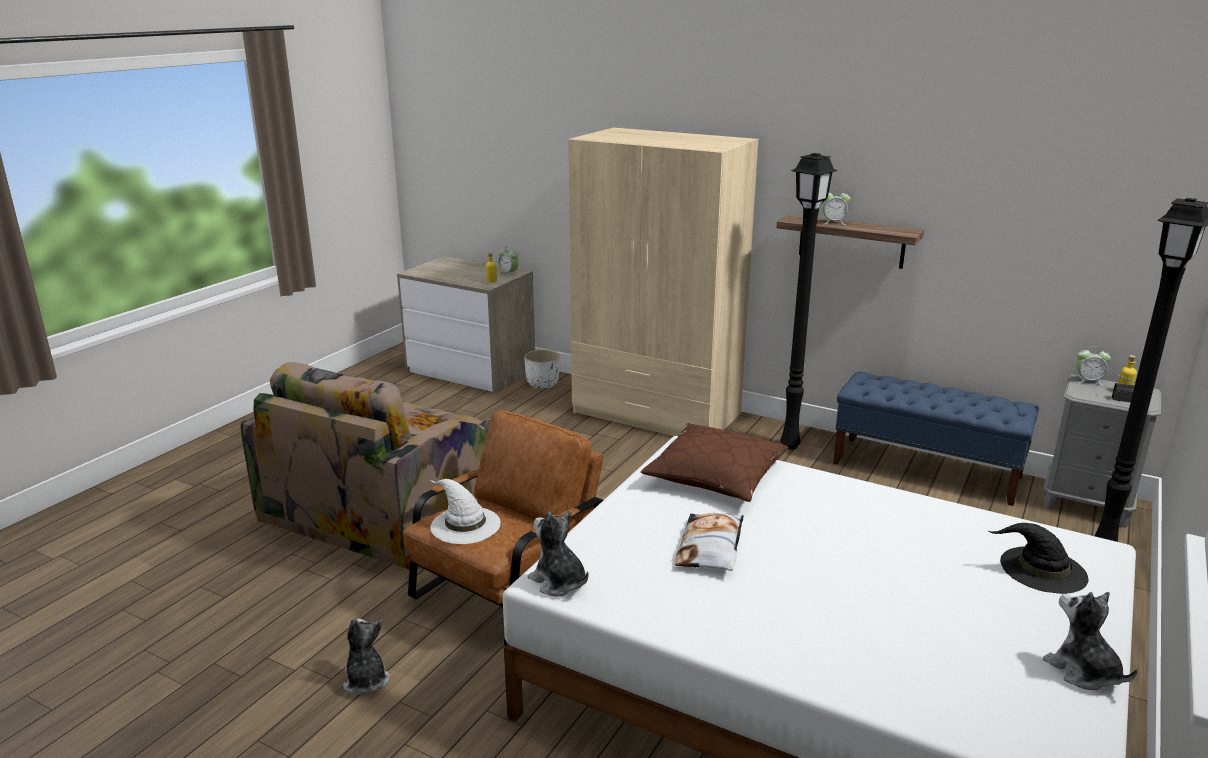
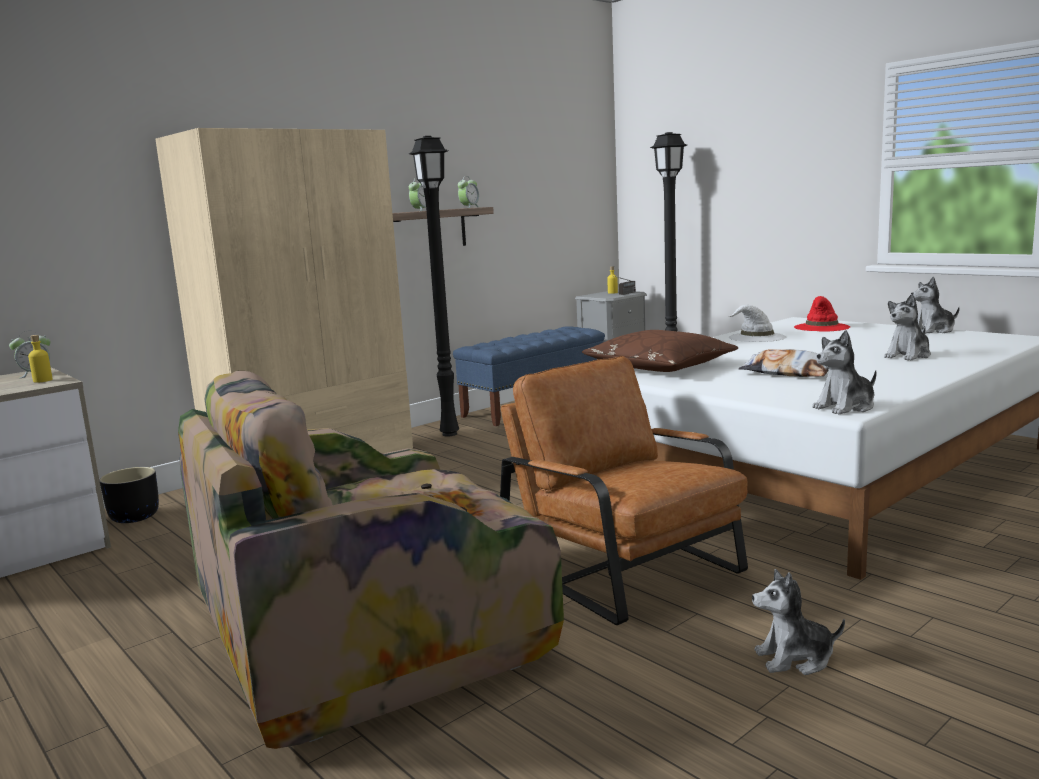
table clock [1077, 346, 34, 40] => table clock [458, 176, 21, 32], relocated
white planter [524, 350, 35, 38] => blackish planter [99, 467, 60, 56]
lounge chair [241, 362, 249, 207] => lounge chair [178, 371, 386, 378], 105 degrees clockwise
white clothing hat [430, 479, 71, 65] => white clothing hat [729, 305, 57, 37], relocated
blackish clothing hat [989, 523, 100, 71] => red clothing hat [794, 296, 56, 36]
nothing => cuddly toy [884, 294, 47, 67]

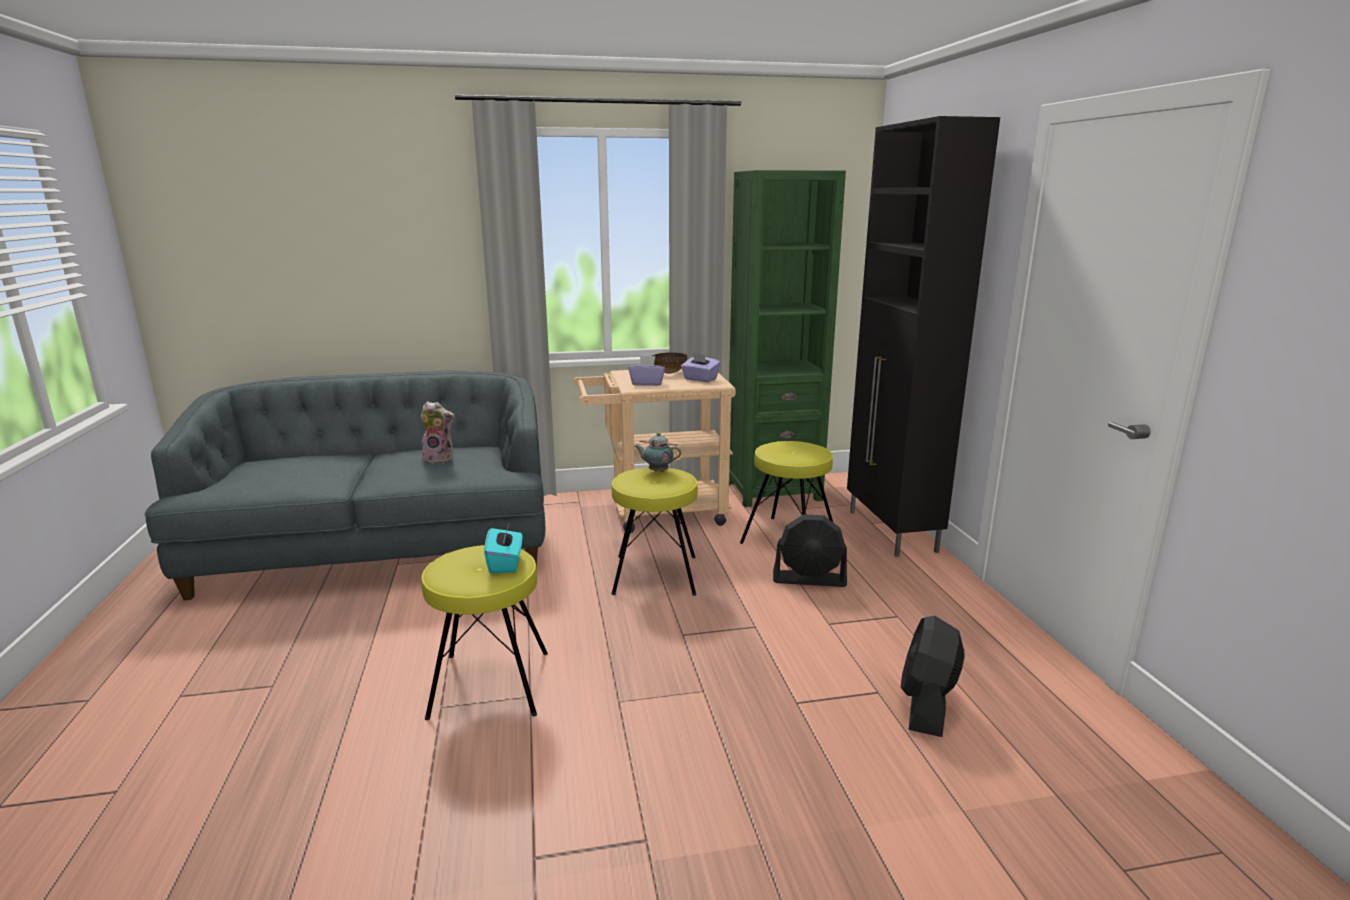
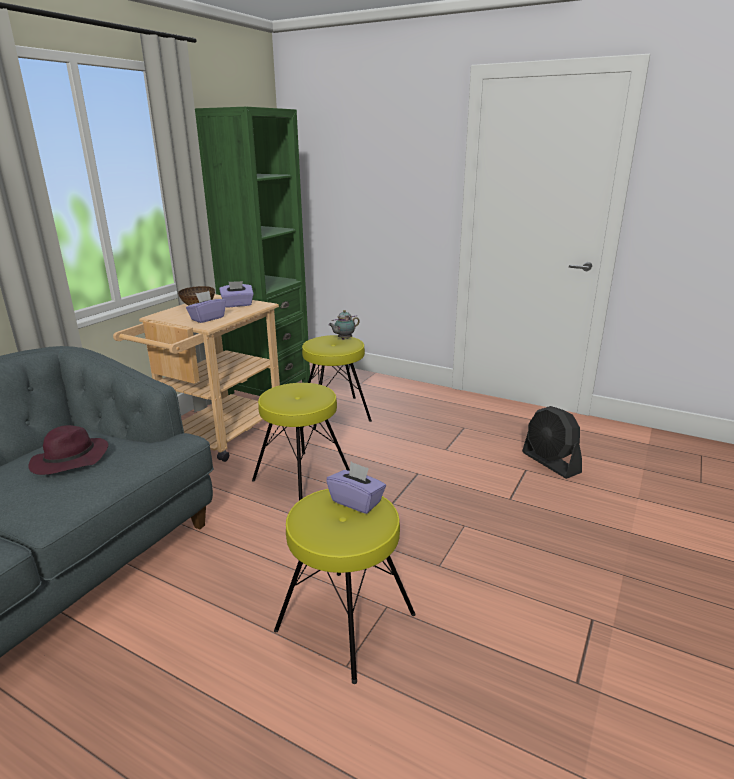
blackish cabinet [847, 116, 153, 441] => nothing
cuddly toy [421, 401, 34, 63] => purple-coloured clothing hat [28, 425, 81, 50]
pot for tea [635, 432, 46, 40] => pot for tea [328, 310, 32, 30], relocated
blackish fan [773, 514, 74, 73] => nothing
blue-green tissue holder [484, 523, 39, 51] => purple-coloured tissue holder [326, 462, 60, 52]

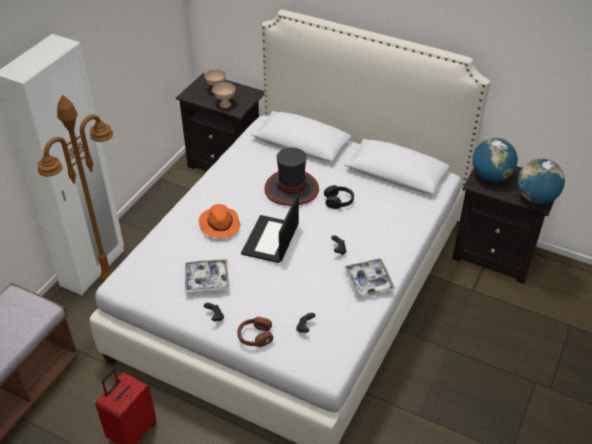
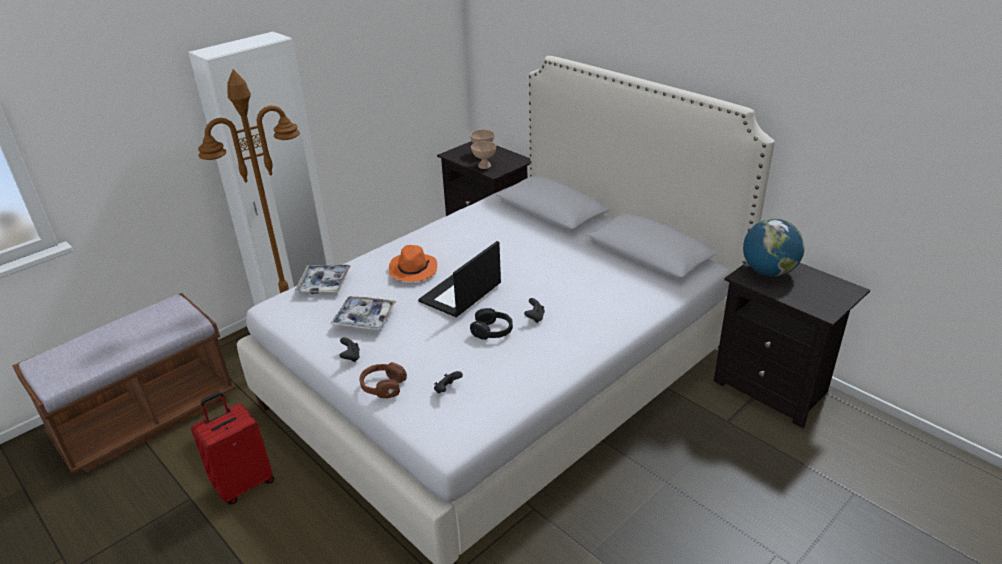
clothing hat [264, 147, 55, 59] => nothing
globe [517, 159, 48, 45] => nothing
blackish headphones [324, 185, 30, 24] => blackish headphones [470, 308, 43, 32], relocated
carrying tray [344, 259, 51, 38] => carrying tray [295, 265, 56, 29], relocated

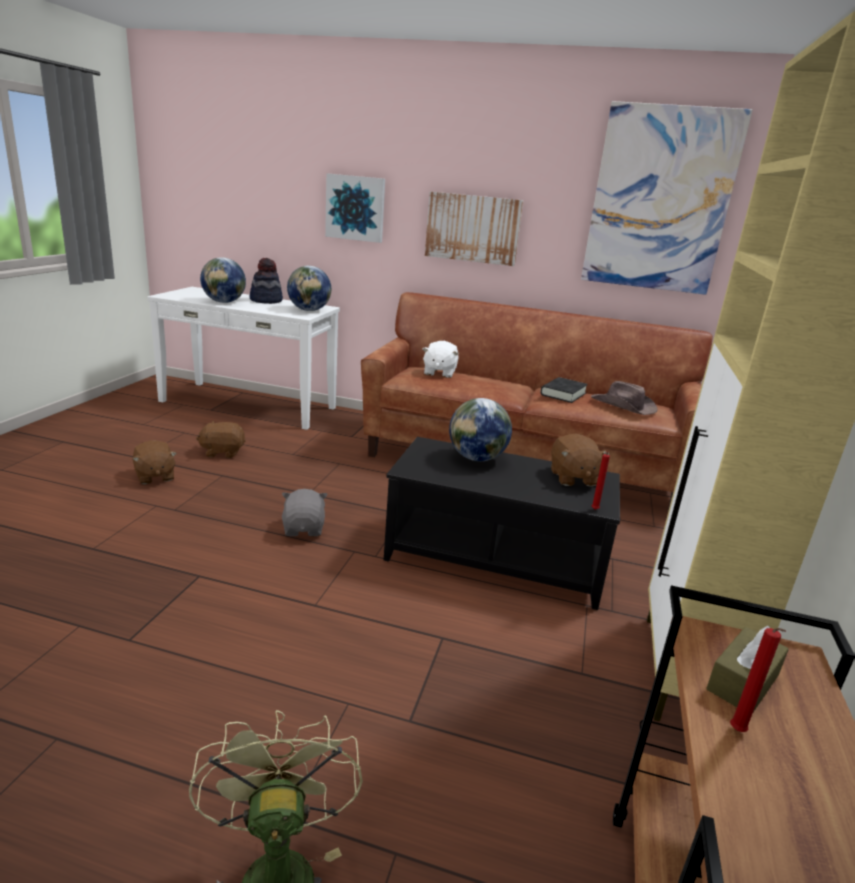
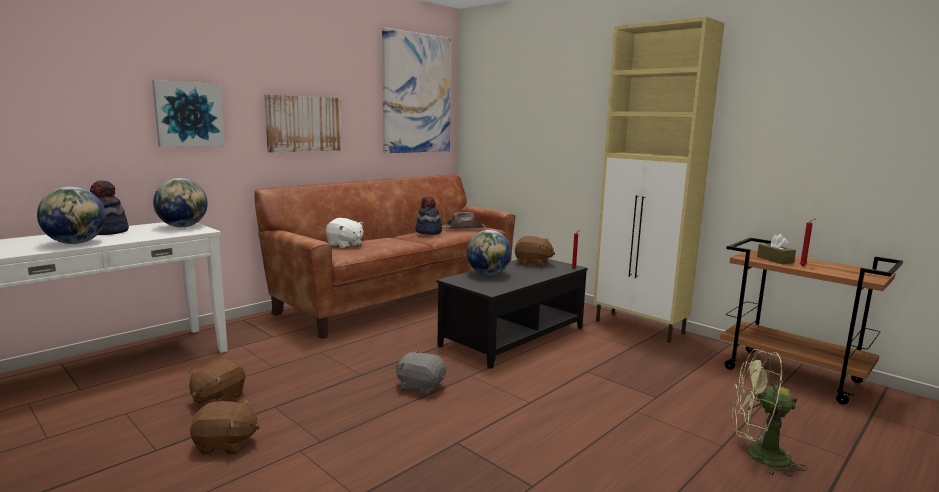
blackish book [540, 377, 48, 26] => clothing hat [416, 196, 26, 39]

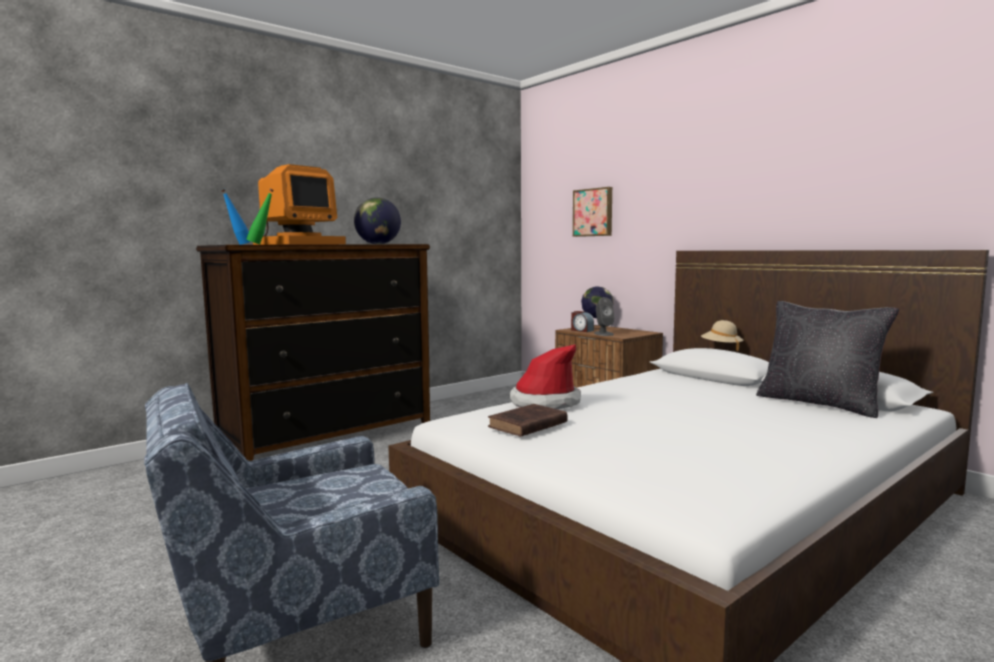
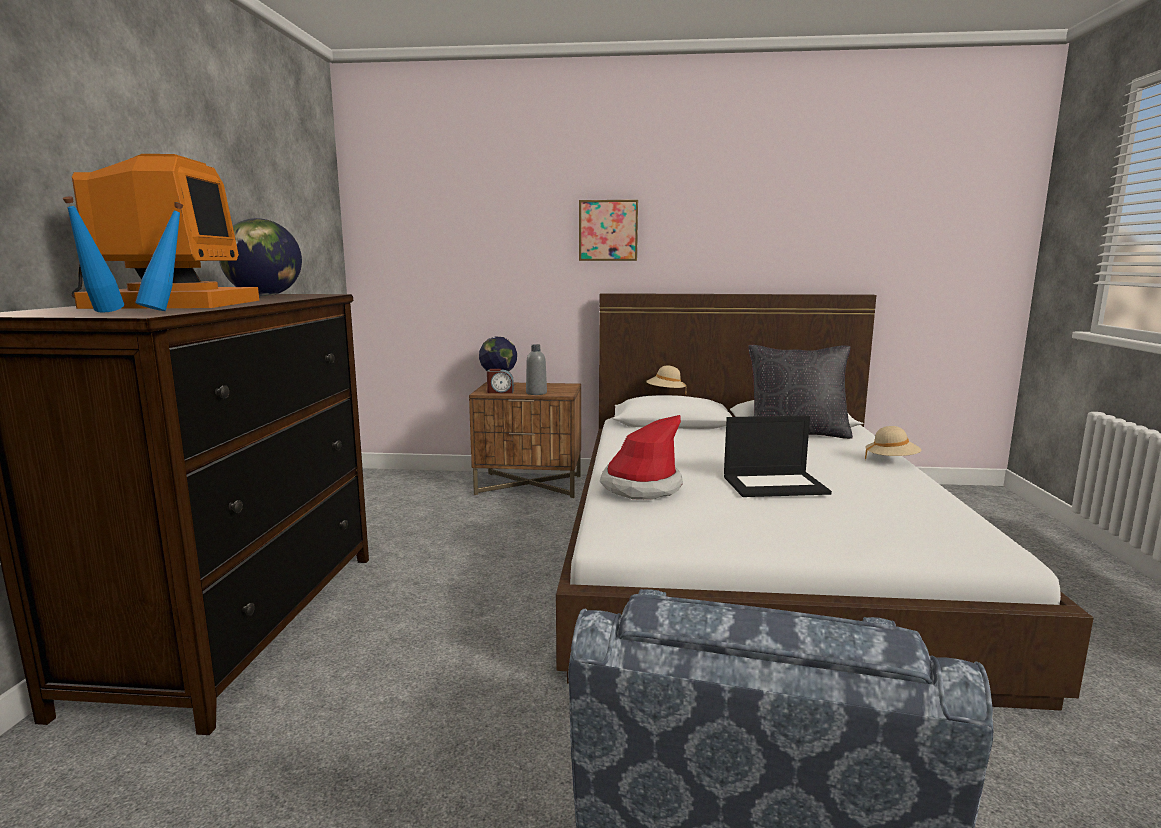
picture [573, 187, 39, 50] => picture [579, 200, 59, 61], relocated
green beverage bottle [246, 189, 28, 55] => blue-coloured beverage bottle [135, 202, 48, 109]
gray loudspeaker [594, 297, 21, 39] => gray beverage bottle [526, 344, 21, 51]
brown book [488, 404, 80, 33] => nothing
nothing => notebook computer [724, 415, 108, 82]
nothing => beige clothing hat [865, 426, 57, 35]

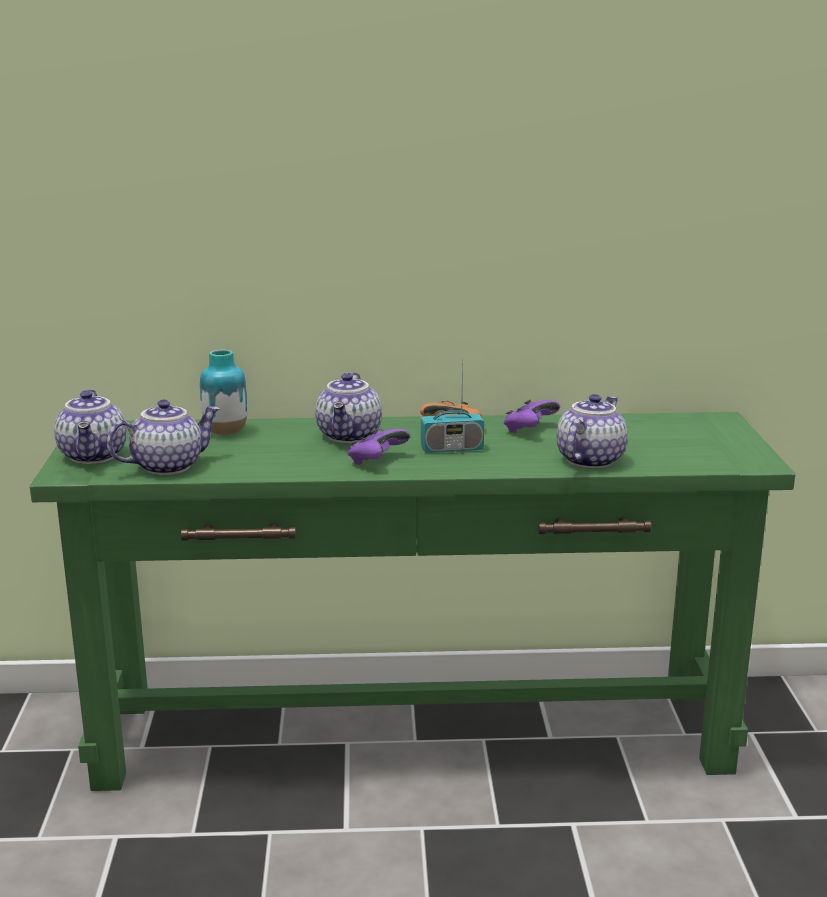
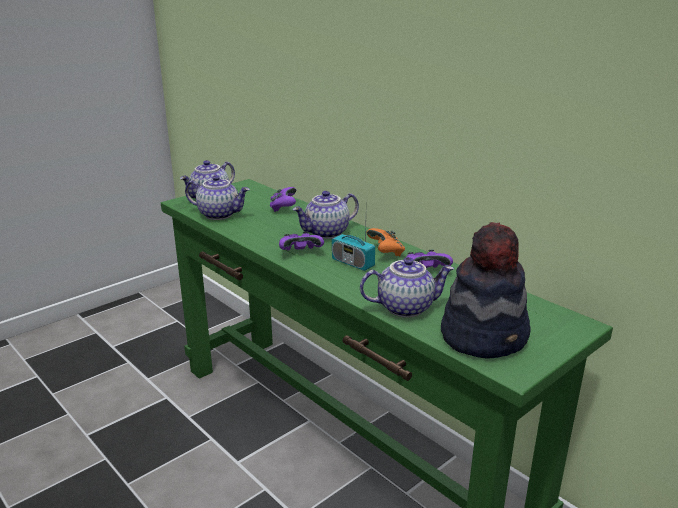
decorative vase [200, 349, 47, 86] => purple-coloured game controller [270, 187, 26, 25]
nothing => clothing hat [441, 222, 90, 137]

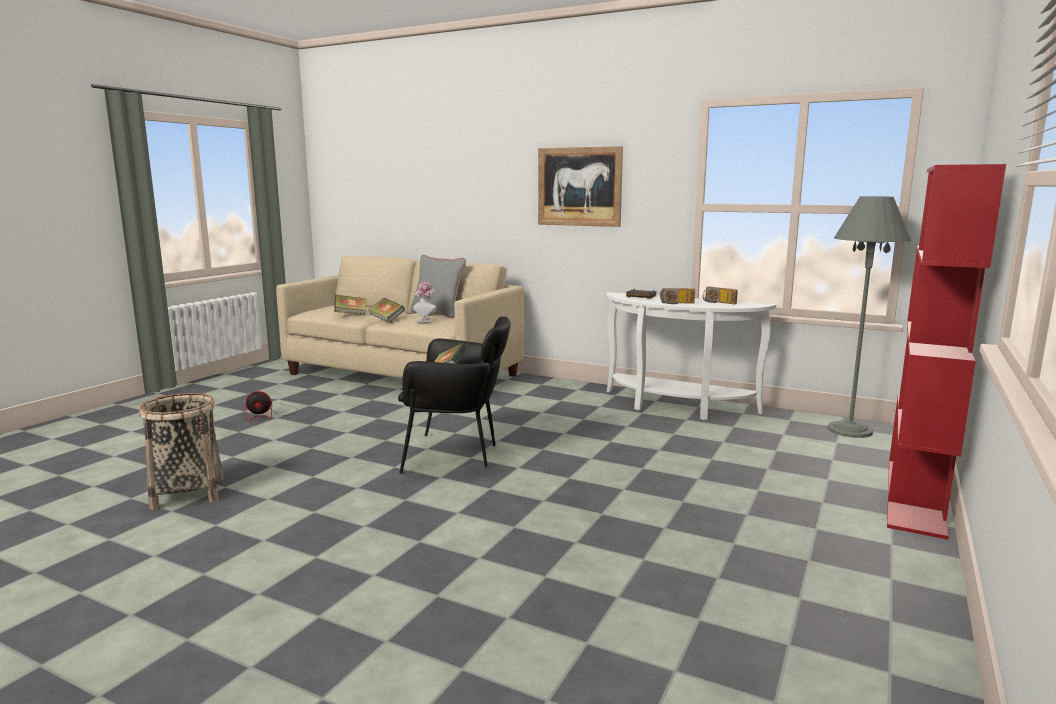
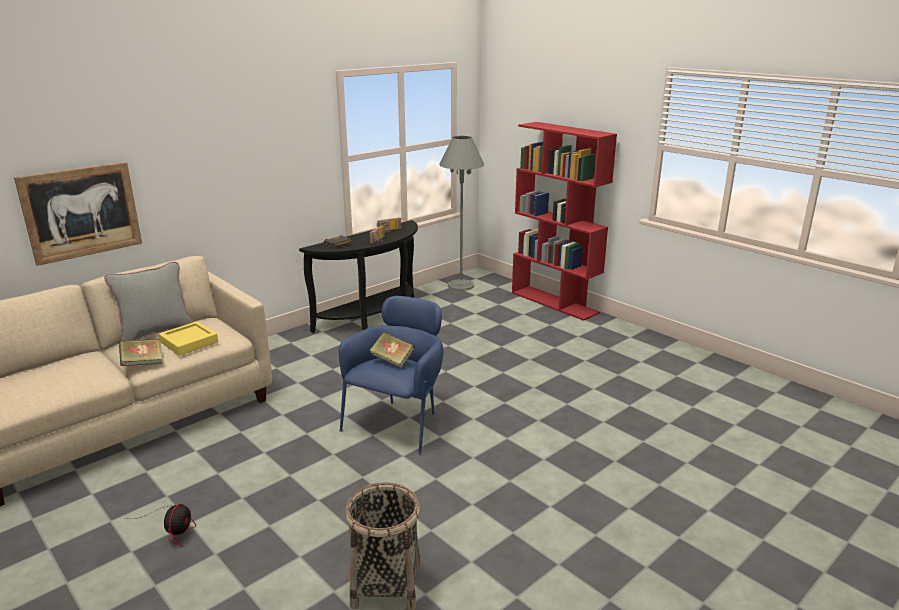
picture [538, 146, 85, 81] => picture [14, 162, 128, 104], relocated
clothing hat [413, 282, 24, 41] => yellow carrying tray [159, 321, 59, 35]
white narrow table [606, 292, 170, 128] => blackish narrow table [299, 220, 119, 113]
book [334, 295, 32, 20] => nothing
blackish lounge chair [398, 316, 112, 158] => blue-coloured lounge chair [339, 296, 104, 158]

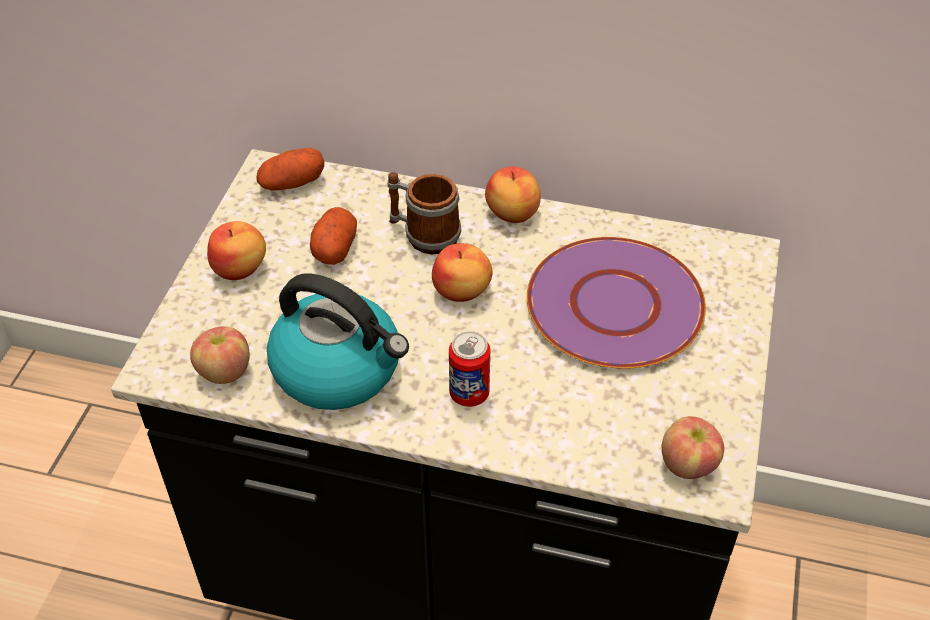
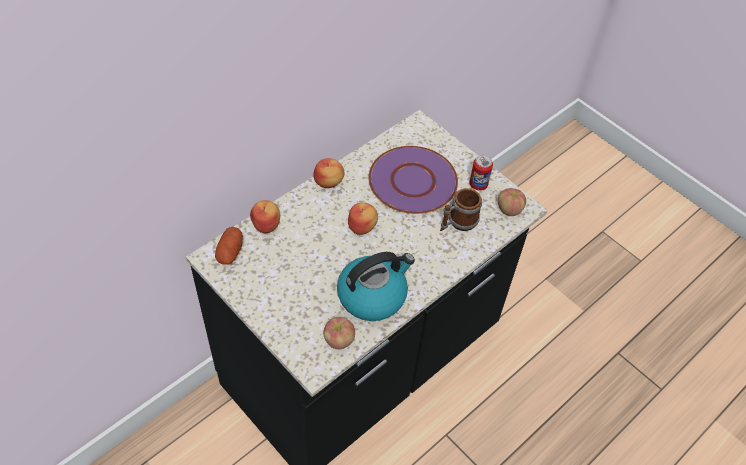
tea mug [387, 172, 74, 83] => tea mug [440, 188, 42, 43], relocated
potato [310, 207, 47, 58] => nothing
whole apple [207, 221, 59, 59] => whole apple [250, 200, 30, 33], relocated
metal can [449, 331, 41, 76] => metal can [469, 155, 24, 36], relocated

